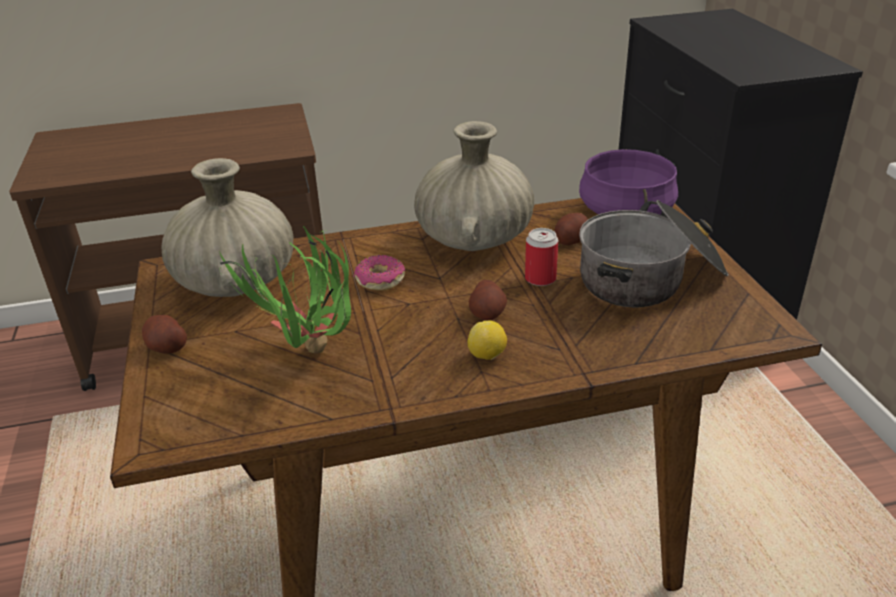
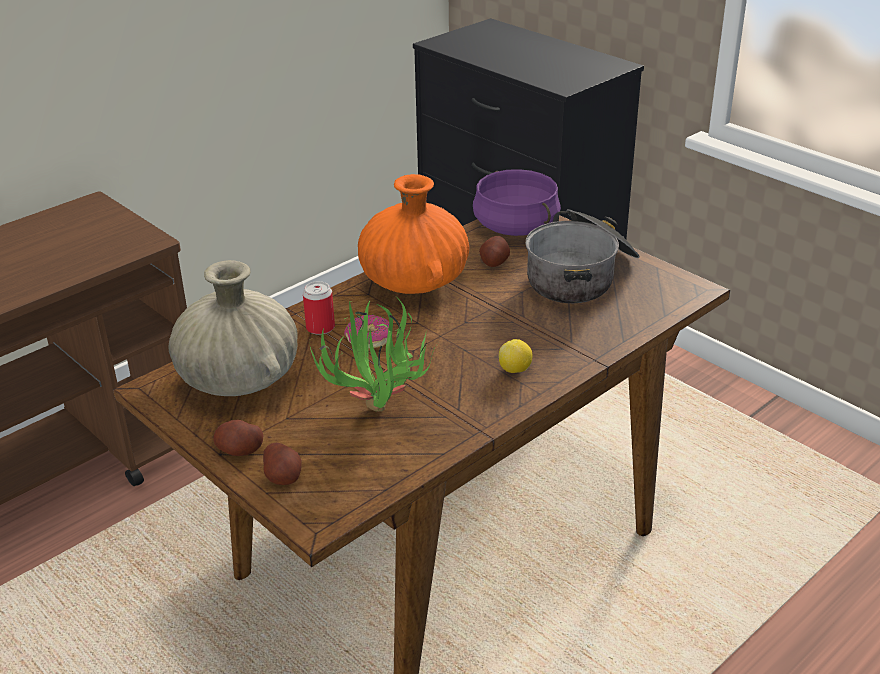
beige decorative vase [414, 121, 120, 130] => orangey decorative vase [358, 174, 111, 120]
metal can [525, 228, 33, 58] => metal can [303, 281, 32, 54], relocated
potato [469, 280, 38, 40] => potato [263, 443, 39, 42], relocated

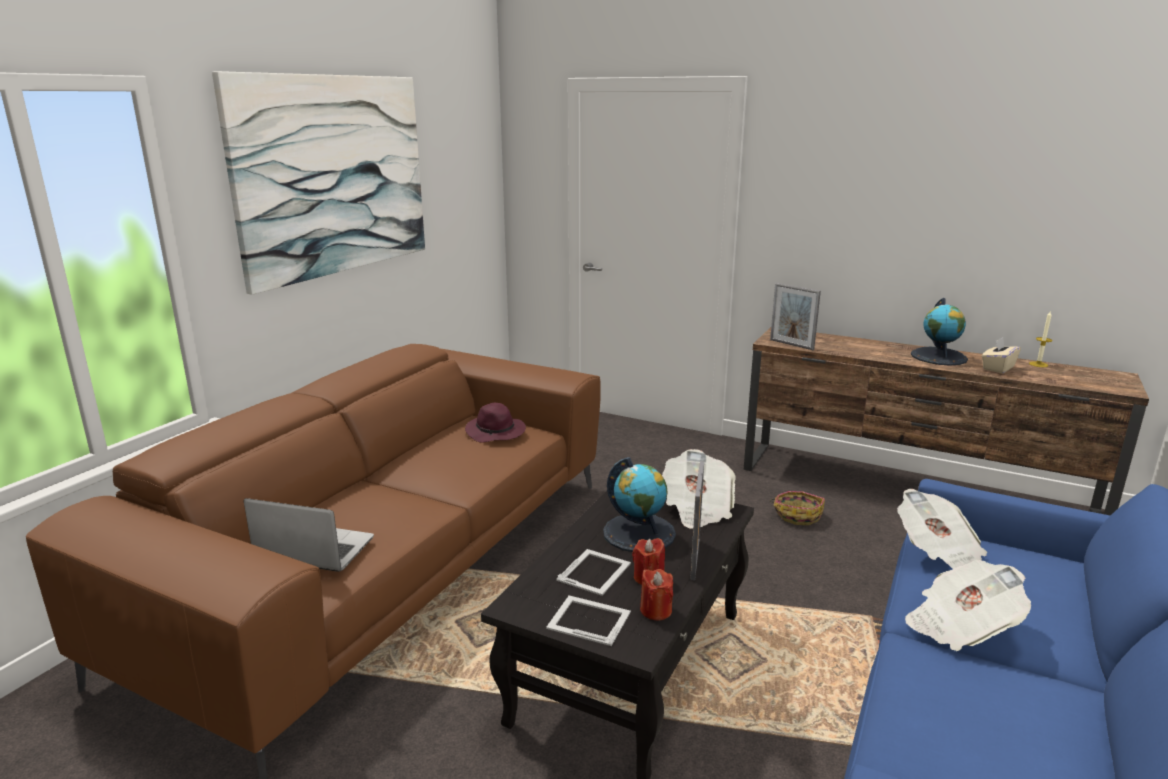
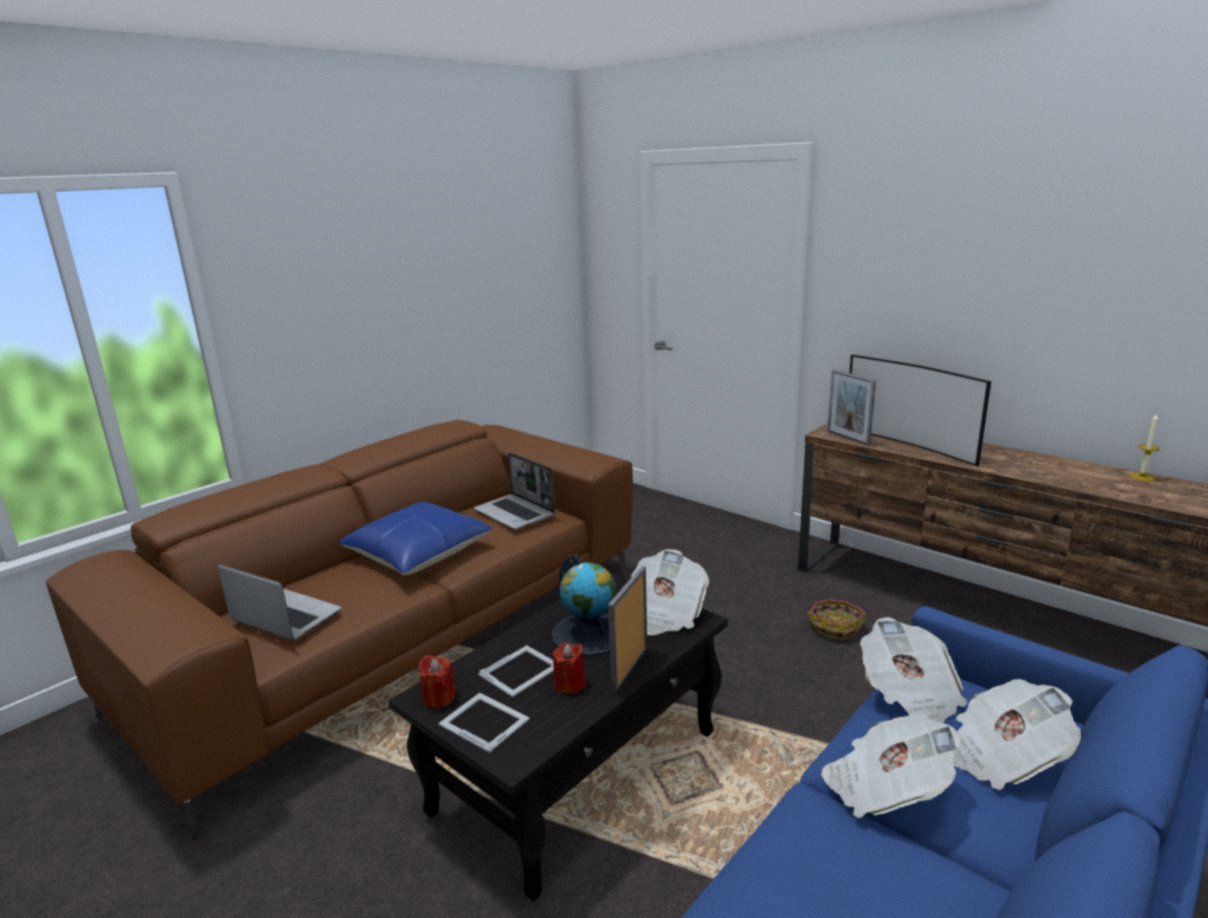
picture [212, 71, 213, 224] => nothing
globe [911, 298, 57, 68] => nothing
beige tissue holder [982, 337, 39, 36] => nothing
purple-coloured clothing hat [465, 403, 61, 39] => notebook computer [474, 452, 81, 77]
red candle [640, 569, 33, 51] => red candle [418, 655, 37, 53], relocated
nothing => TV set [850, 355, 141, 111]
nothing => blue-coloured throw pillow [339, 502, 153, 73]
nothing => printed paper [953, 679, 128, 111]

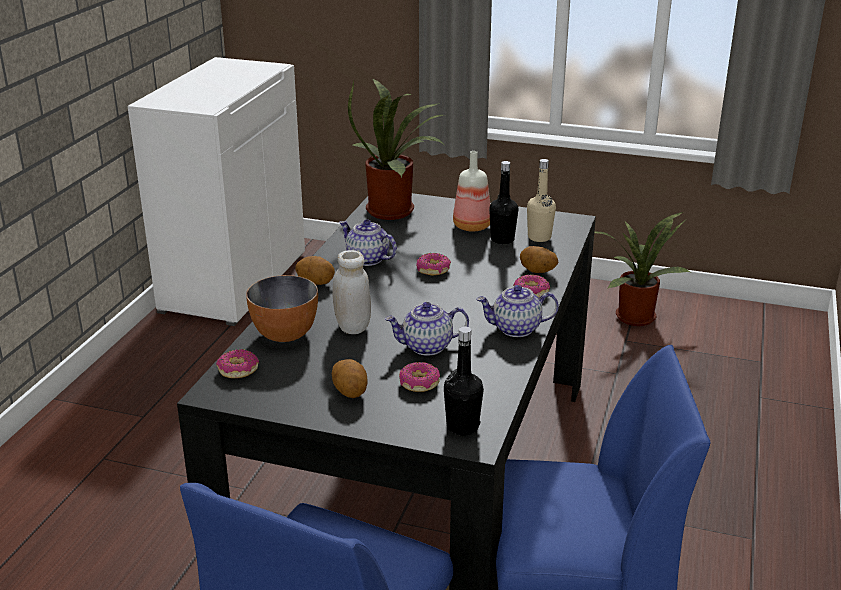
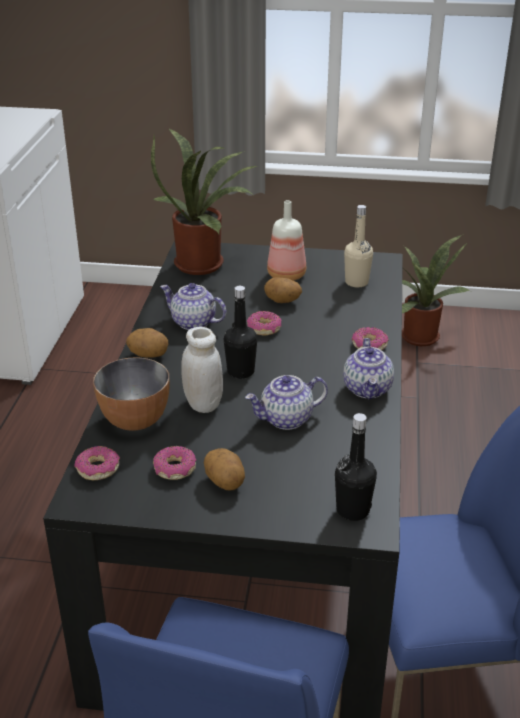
blackish beverage bottle [489, 161, 29, 83] => blackish beverage bottle [224, 286, 33, 93], relocated
potato [520, 246, 38, 27] => potato [264, 277, 38, 26], relocated
pot for tea [476, 285, 83, 52] => pot for tea [343, 338, 51, 61], 75 degrees counterclockwise
doughnut [399, 362, 41, 30] => doughnut [153, 446, 43, 34], relocated

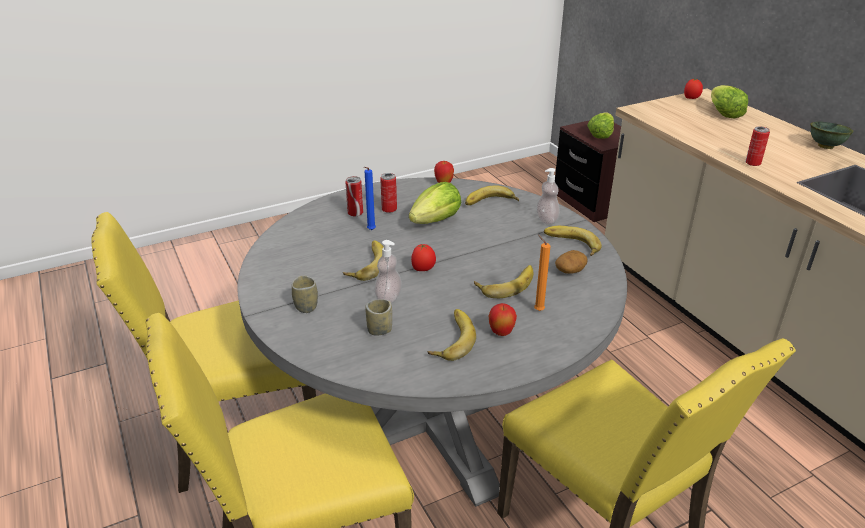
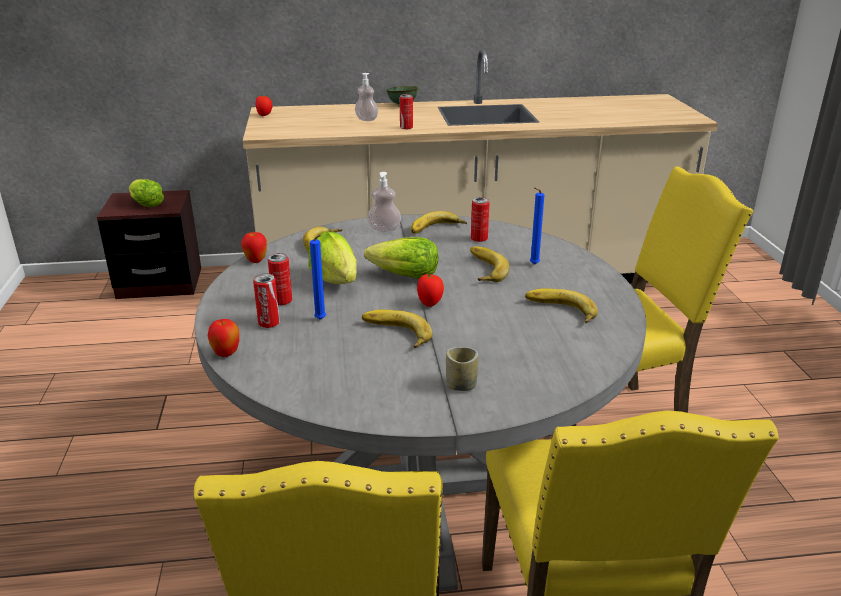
head of lettuce [711, 85, 37, 33] => head of lettuce [364, 237, 74, 42], relocated
orangey candle [534, 234, 17, 77] => blue-coloured candle [530, 187, 15, 78]
soap bottle [374, 240, 28, 63] => soap bottle [355, 73, 23, 48], relocated
potato [555, 250, 32, 24] => metal can [471, 197, 19, 45]
small cup [365, 299, 27, 36] => nothing
whole apple [489, 303, 28, 33] => whole apple [208, 319, 31, 38], relocated

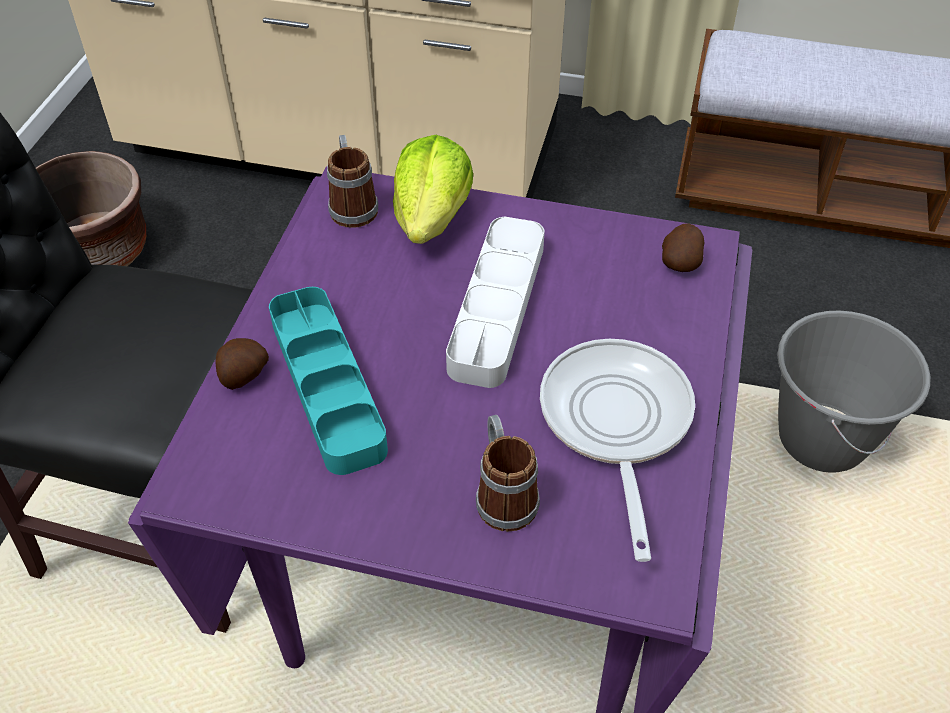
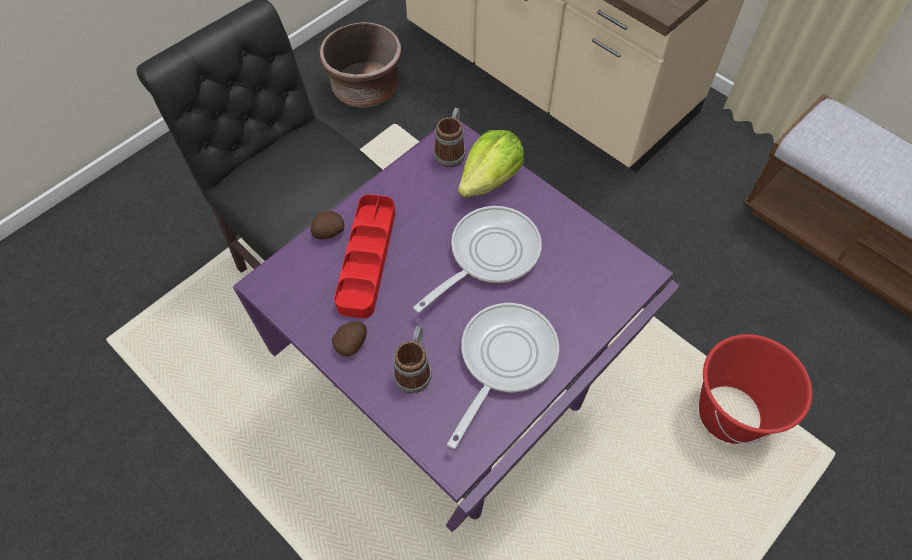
gray carrying tray [446, 217, 99, 171] => pan [413, 206, 129, 106]
potato [662, 223, 42, 49] => potato [332, 322, 35, 34], relocated
blue-green carrying tray [269, 287, 119, 188] => red carrying tray [334, 194, 62, 124]
gray water bucket [777, 310, 153, 163] => red water bucket [699, 334, 113, 110]

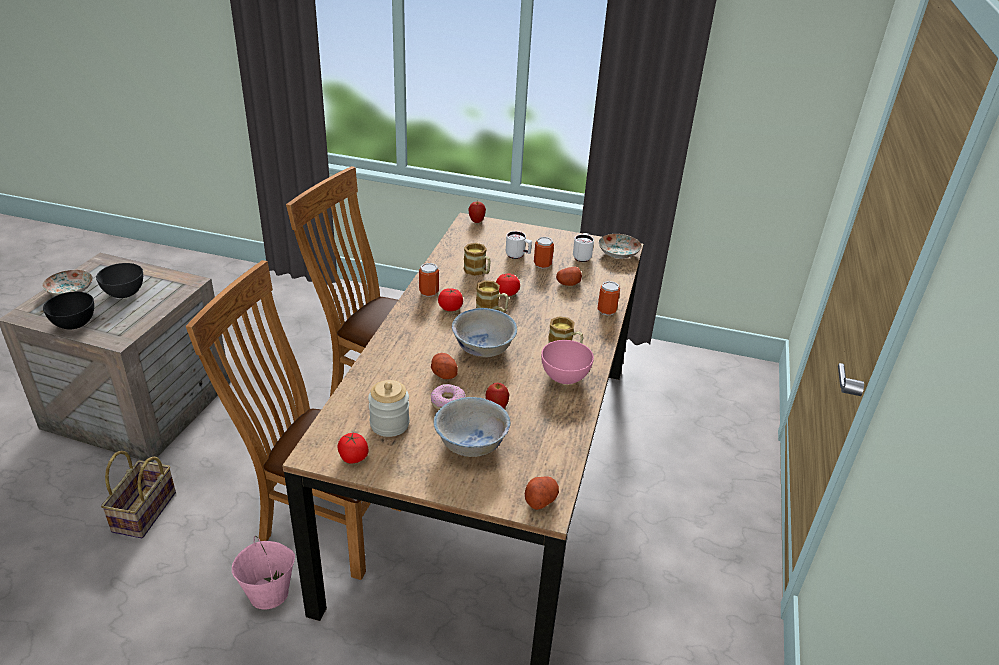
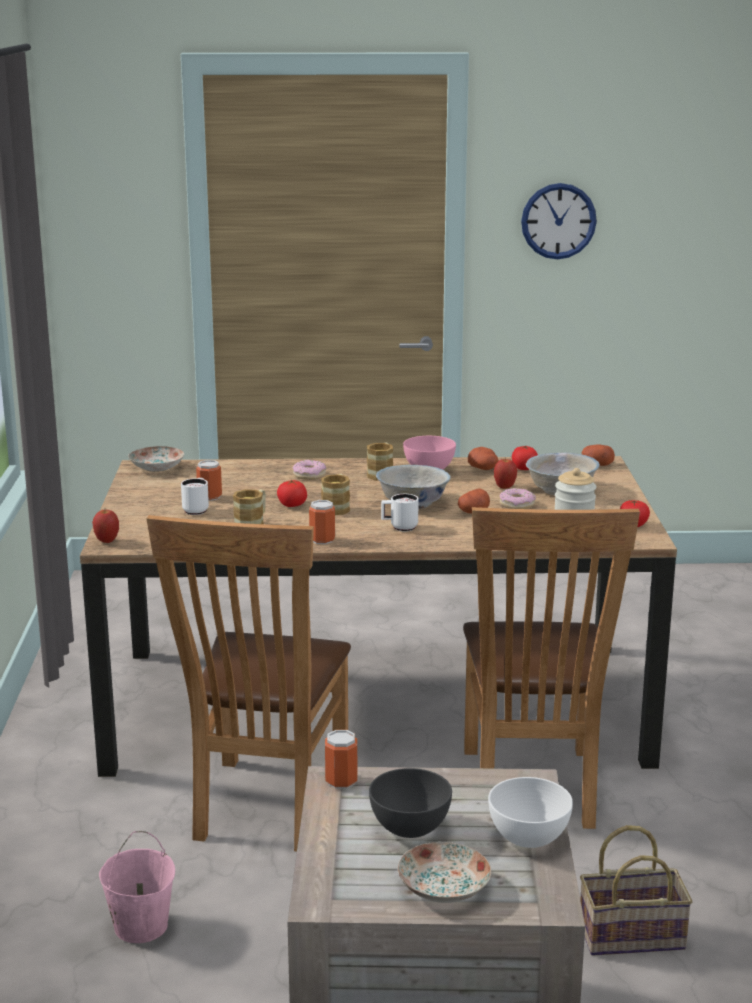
white tea mug [573, 233, 21, 29] => white tea mug [381, 494, 38, 38], relocated
potato [556, 267, 26, 19] => potato [468, 447, 30, 23], relocated
metal can [597, 281, 23, 35] => metal can [325, 730, 32, 59], relocated
fresh tomato [438, 288, 25, 23] => fresh tomato [512, 446, 26, 24], relocated
blackish deep dish [43, 292, 51, 38] => white deep dish [488, 777, 85, 71]
pinkish water bucket [232, 536, 63, 73] => pinkish water bucket [99, 831, 76, 112], relocated
nothing => wall clock [521, 183, 76, 76]
nothing => doughnut [293, 460, 33, 20]

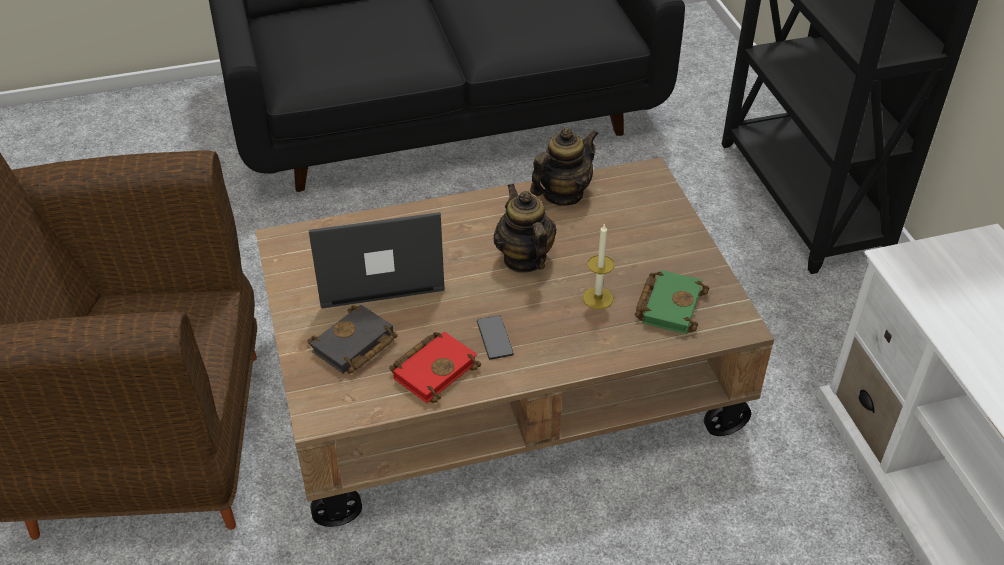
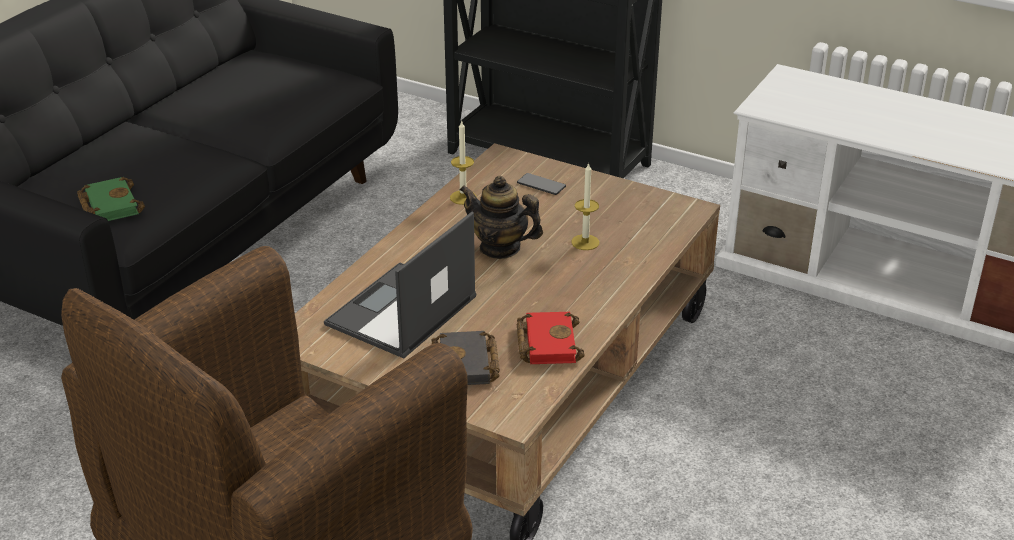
pot for tea [530, 128, 69, 78] => candle [450, 120, 27, 85]
green book [635, 270, 74, 64] => green book [77, 177, 68, 44], relocated
phone [477, 315, 36, 45] => phone [517, 173, 49, 22], relocated

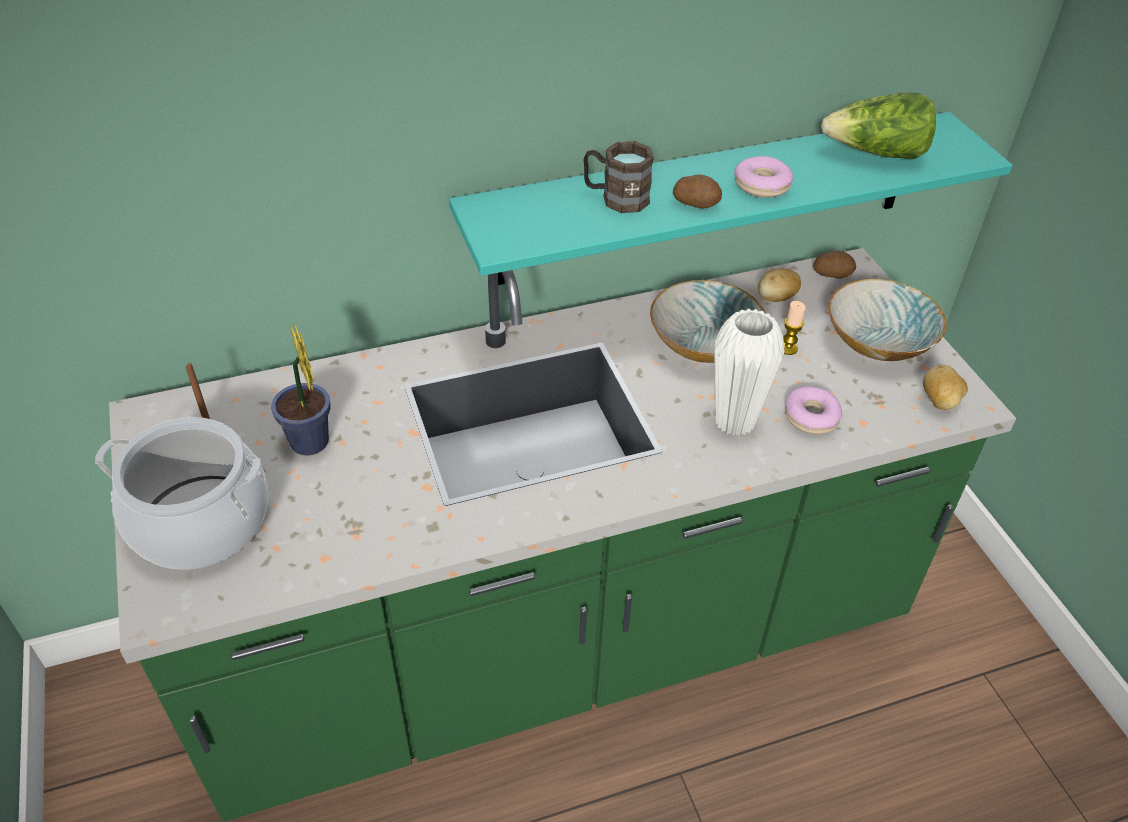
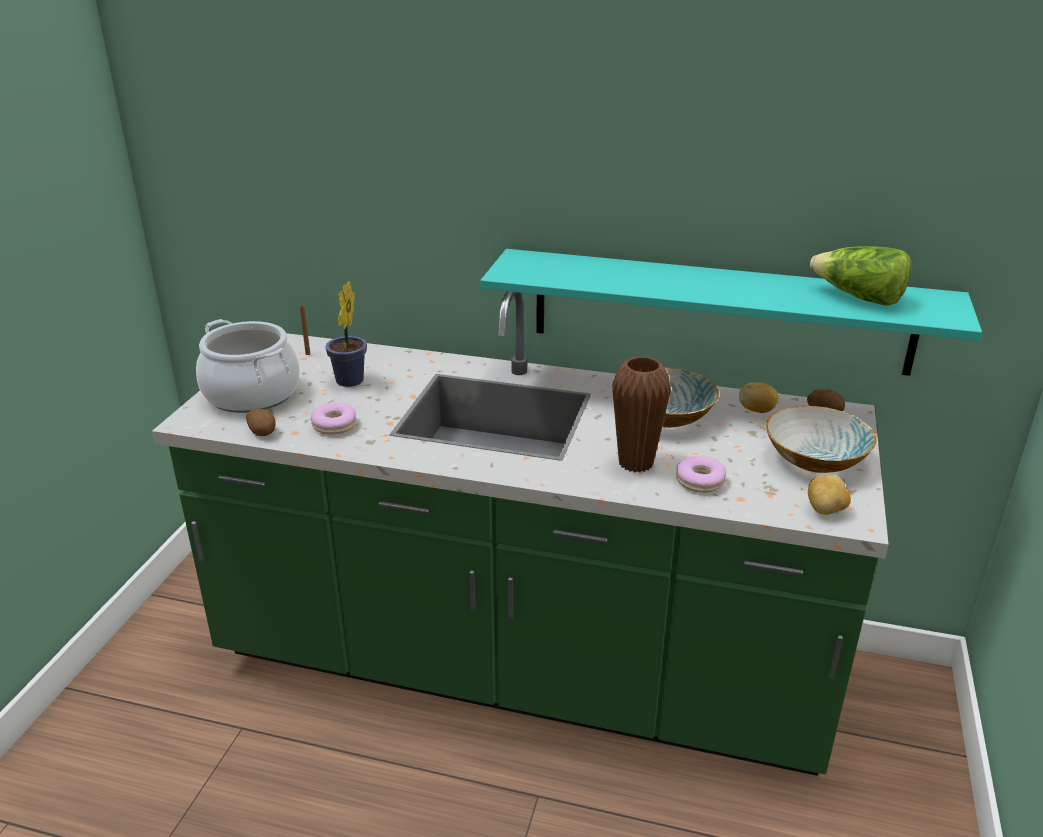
brown tea mug [584, 141, 70, 72] => nothing
doughnut [734, 156, 59, 42] => doughnut [310, 403, 46, 31], relocated
potato [673, 174, 49, 35] => potato [246, 409, 30, 27], relocated
candle [783, 301, 23, 54] => nothing
white decorative vase [714, 308, 71, 128] => brown decorative vase [612, 356, 59, 117]

